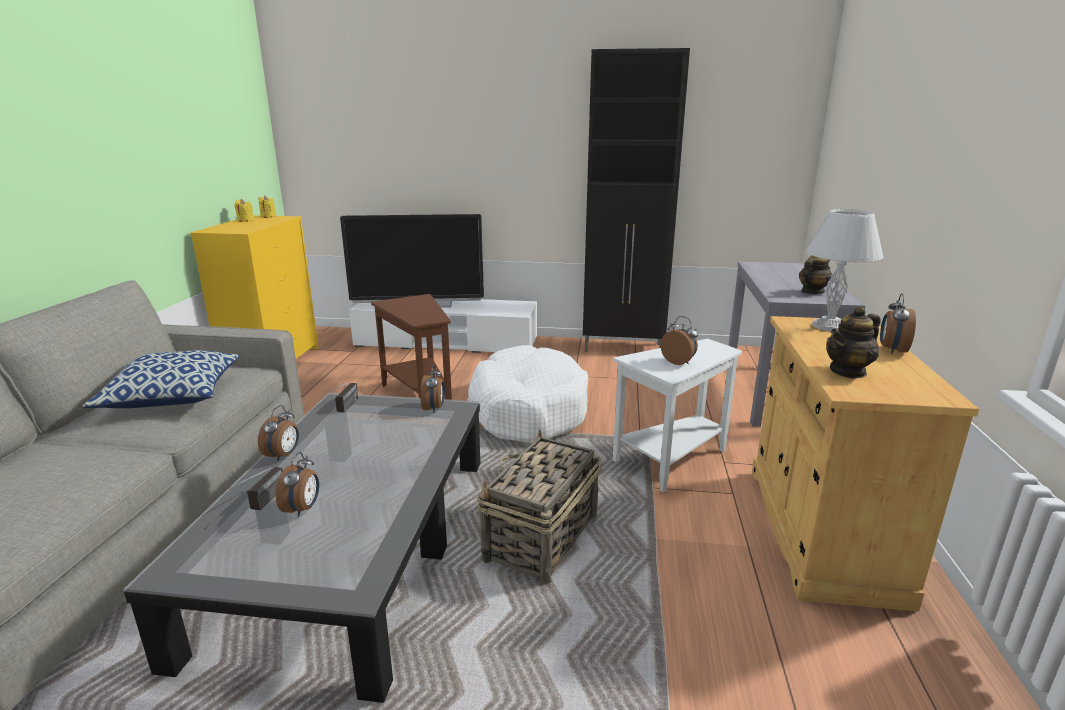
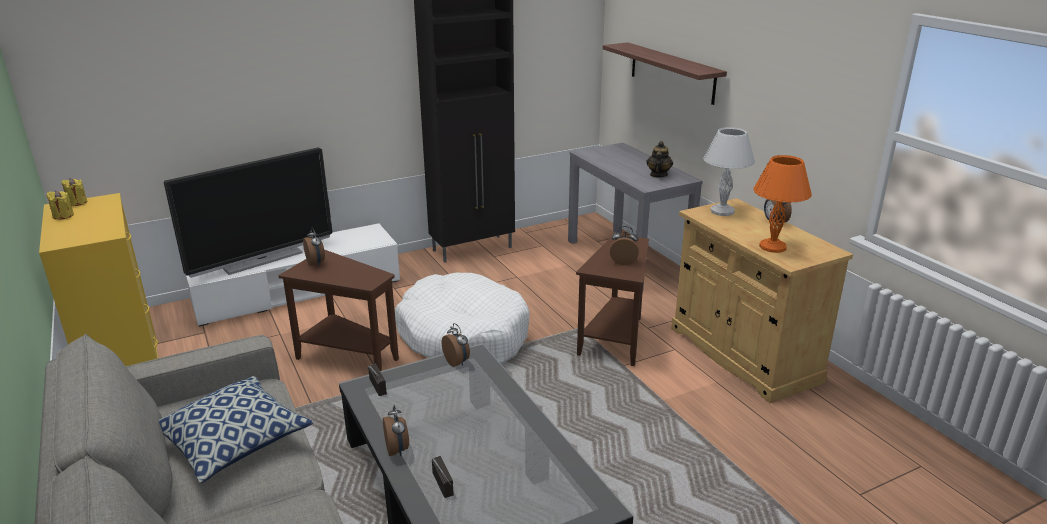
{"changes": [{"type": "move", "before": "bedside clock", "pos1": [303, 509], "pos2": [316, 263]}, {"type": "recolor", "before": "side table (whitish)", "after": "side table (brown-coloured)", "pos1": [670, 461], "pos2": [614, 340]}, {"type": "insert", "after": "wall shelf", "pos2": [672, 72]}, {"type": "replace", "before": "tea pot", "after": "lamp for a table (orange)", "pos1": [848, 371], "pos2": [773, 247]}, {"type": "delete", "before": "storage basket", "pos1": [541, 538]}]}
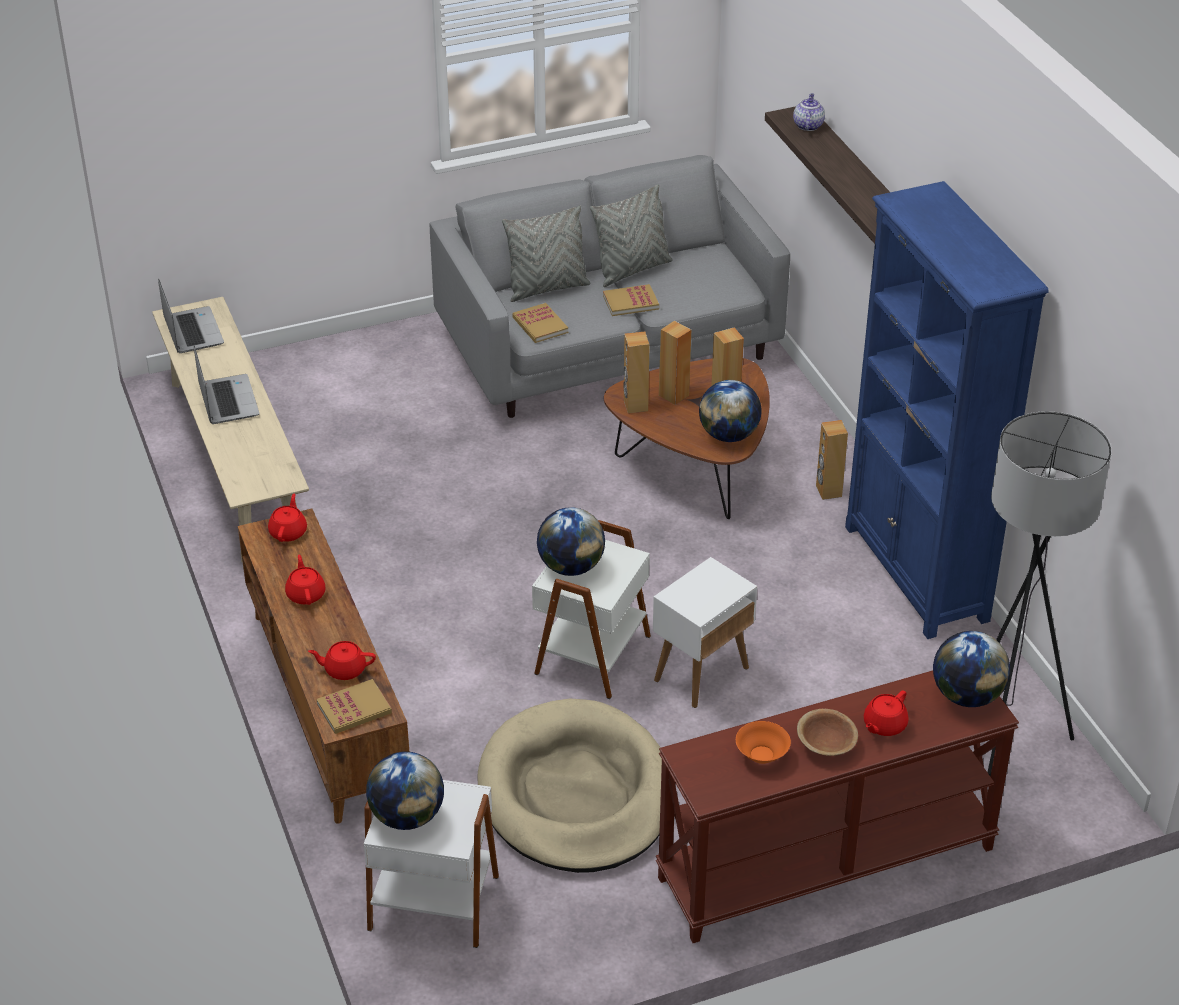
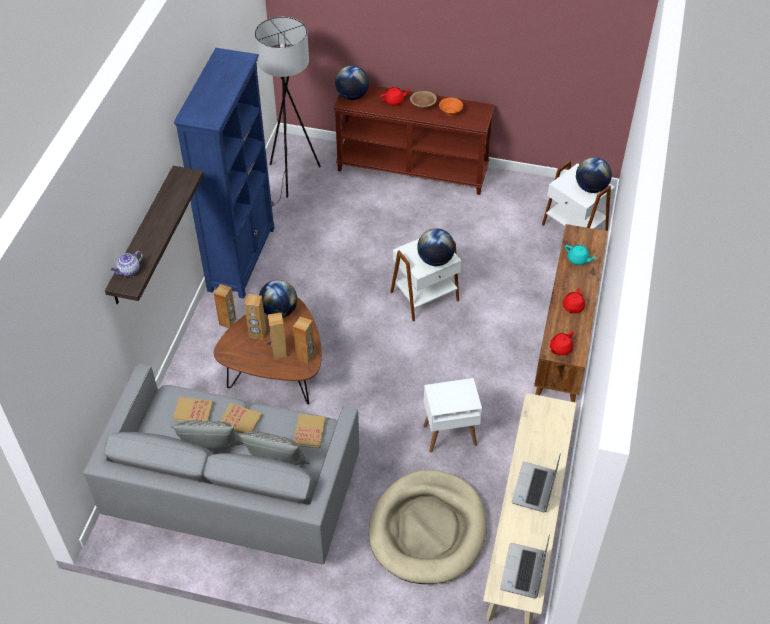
{"changes": [{"type": "move", "before": "bound book", "pos1": [354, 709], "pos2": [193, 412]}, {"type": "move", "before": "dog cushion (beige-coloured)", "pos1": [576, 794], "pos2": [428, 529]}, {"type": "move", "before": "side table (whitish)", "pos1": [702, 673], "pos2": [449, 435]}, {"type": "recolor", "before": "tea pot (red)", "after": "tea pot (turquoise-coloured)", "pos1": [344, 669], "pos2": [578, 259]}]}
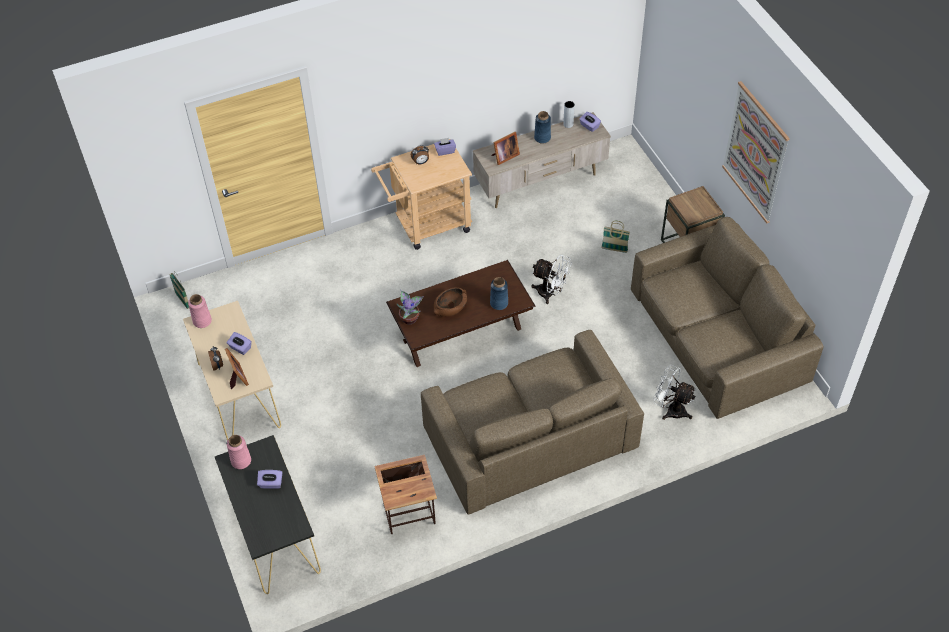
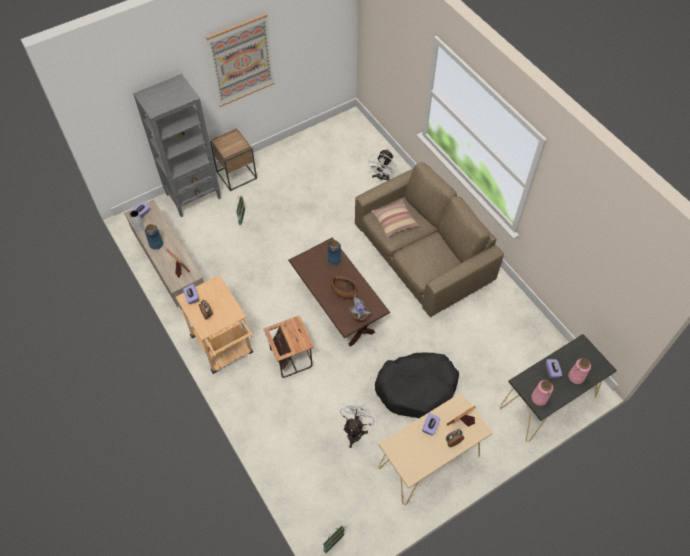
{"changes": [{"type": "insert", "after": "bookshelf (greyish)", "pos2": [194, 196]}, {"type": "move", "before": "side table", "pos1": [409, 512], "pos2": [291, 358]}, {"type": "move", "before": "fan (whitish)", "pos1": [550, 293], "pos2": [355, 430]}, {"type": "insert", "after": "cushion", "pos2": [394, 221]}, {"type": "insert", "after": "dog cushion (black-coloured)", "pos2": [416, 388]}, {"type": "move", "before": "flower vase (pink-coloured)", "pos1": [202, 321], "pos2": [576, 377]}, {"type": "delete", "before": "settee (brown-coloured)", "pos1": [717, 337]}]}
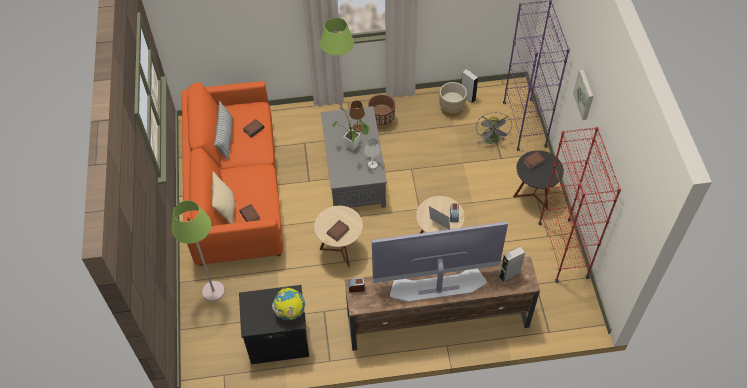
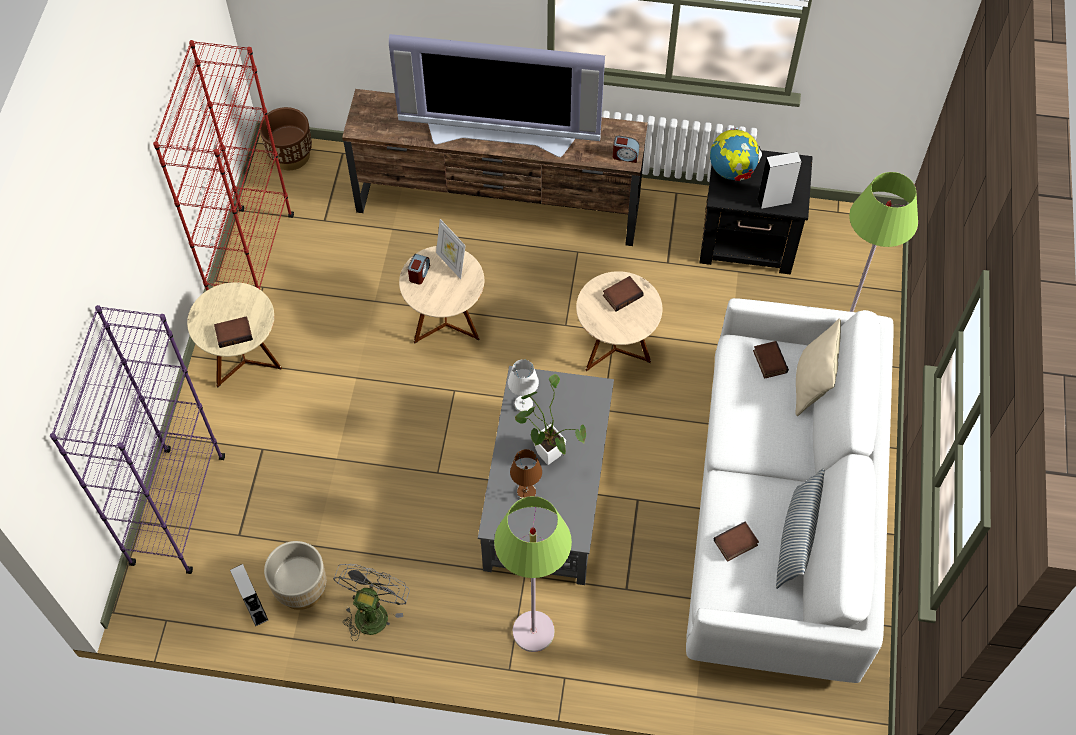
{"changes": [{"type": "recolor", "before": "side table (black-coloured)", "after": "side table (beige-coloured)", "pos1": [533, 195], "pos2": [245, 362]}, {"type": "move", "before": "plant pot (brown-coloured)", "pos1": [381, 121], "pos2": [290, 155]}, {"type": "move", "before": "fan (greyish)", "pos1": [492, 141], "pos2": [372, 611]}, {"type": "recolor", "before": "settee (orange)", "after": "settee (whitish)", "pos1": [236, 191], "pos2": [781, 516]}, {"type": "move", "before": "loudspeaker (greyish)", "pos1": [509, 275], "pos2": [774, 201]}, {"type": "delete", "before": "wall art", "pos1": [585, 94]}]}
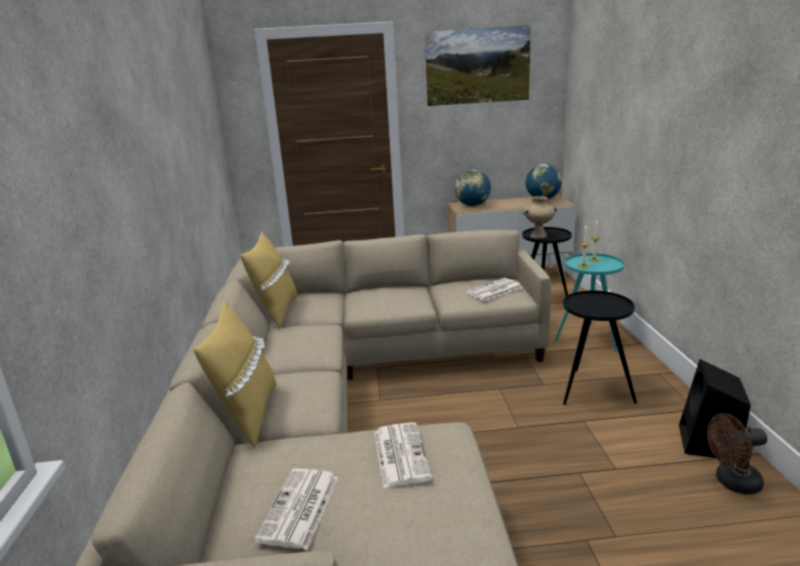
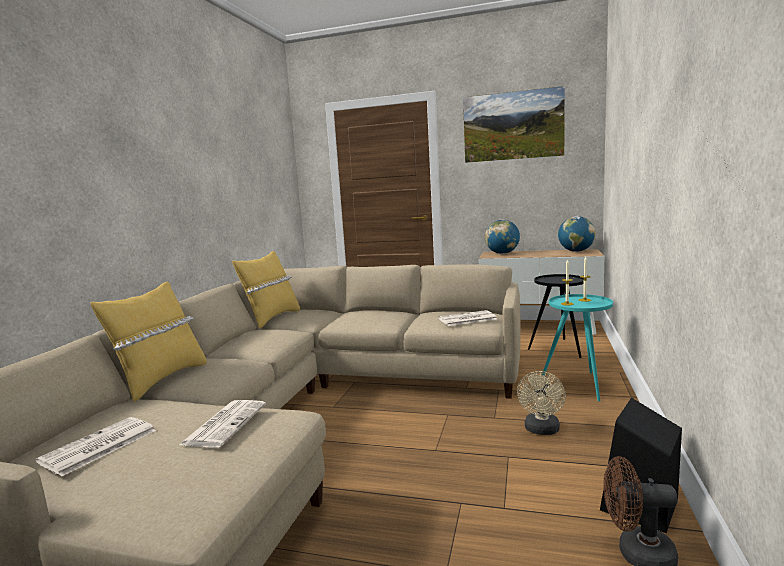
{"changes": [{"type": "replace", "before": "side table (black-coloured)", "after": "fan (beige-coloured)", "pos1": [592, 390], "pos2": [541, 430]}, {"type": "delete", "before": "flower vase (beige-coloured)", "pos1": [538, 236]}]}
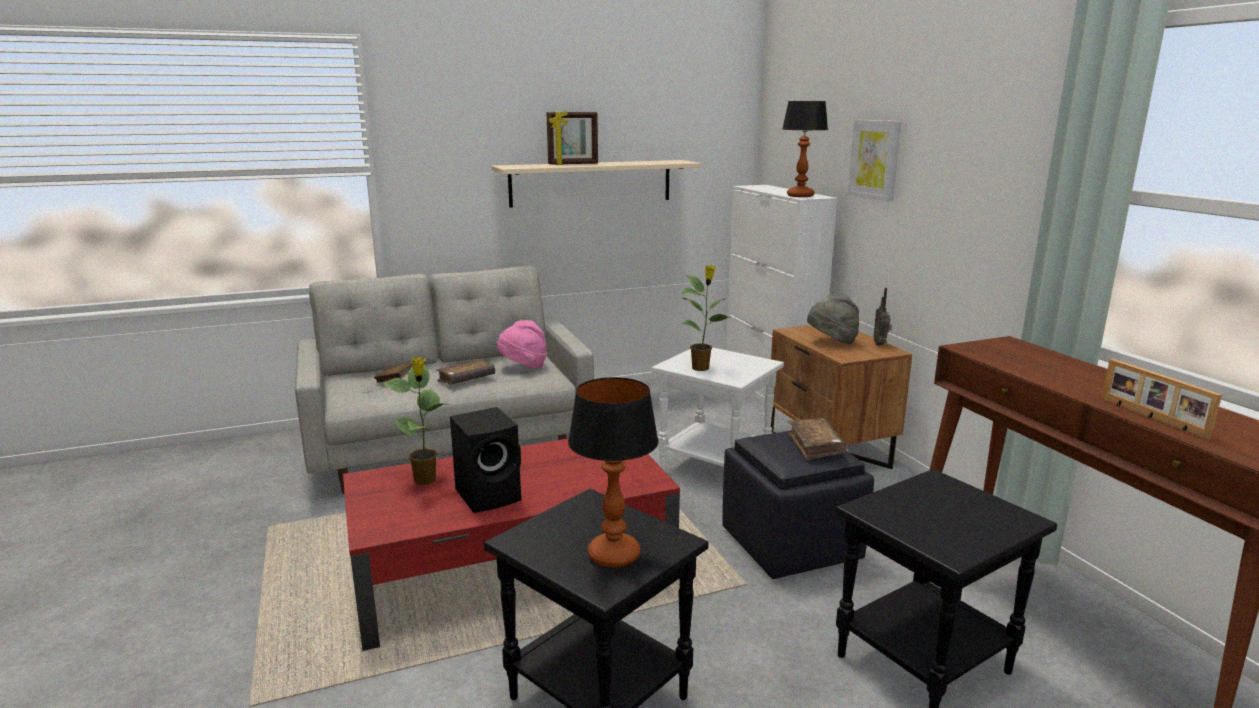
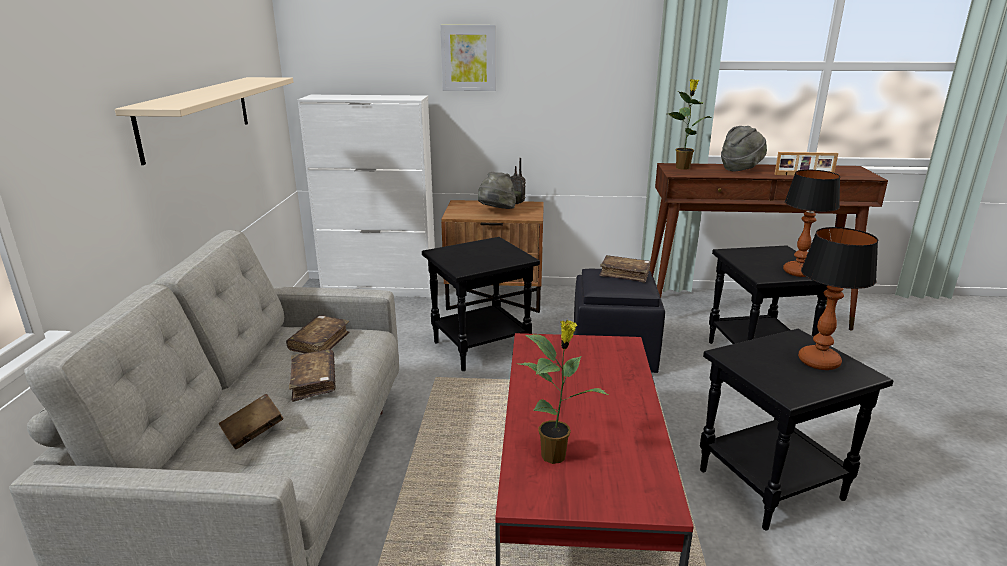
{"changes": [{"type": "replace", "before": "clothing hat (pink-coloured)", "after": "bound book (brown-coloured)", "pos1": [523, 367], "pos2": [320, 343]}, {"type": "recolor", "before": "side table (whitish)", "after": "side table (black-coloured)", "pos1": [716, 468], "pos2": [481, 346]}, {"type": "move", "before": "houseplant", "pos1": [701, 368], "pos2": [683, 167]}, {"type": "insert", "after": "clothing hat (greyish)", "pos2": [741, 169]}, {"type": "move", "before": "lamp for a table", "pos1": [800, 196], "pos2": [797, 272]}, {"type": "delete", "before": "loudspeaker (black-coloured)", "pos1": [490, 495]}, {"type": "delete", "before": "photo frame", "pos1": [573, 164]}]}
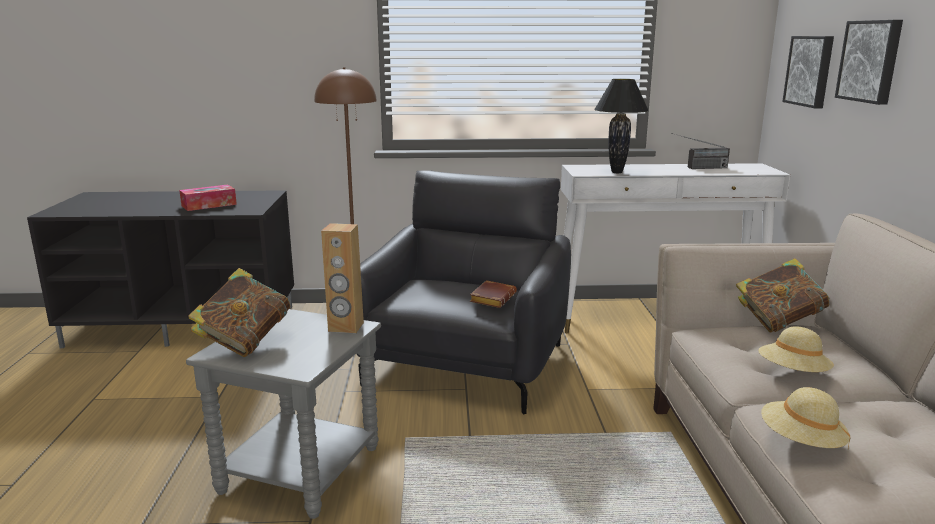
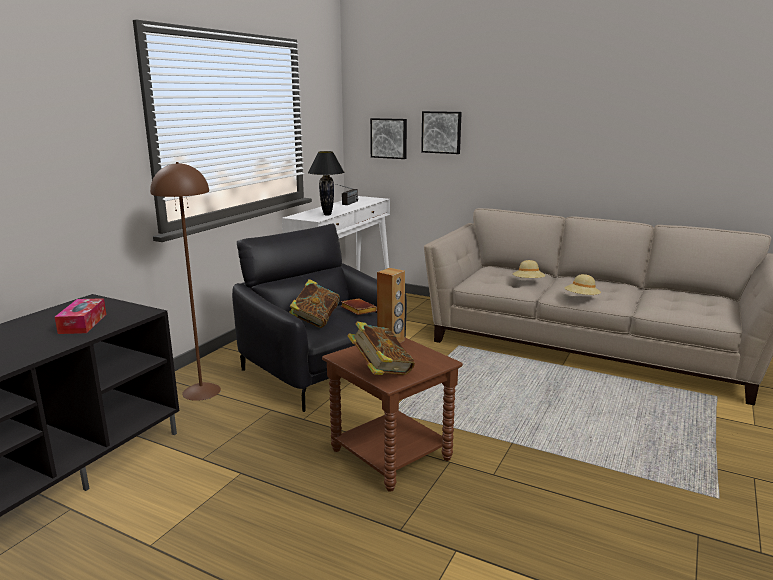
{"changes": [{"type": "move", "before": "bound book", "pos1": [778, 322], "pos2": [315, 321]}, {"type": "recolor", "before": "side table (greyish)", "after": "side table (brown-coloured)", "pos1": [301, 471], "pos2": [392, 455]}]}
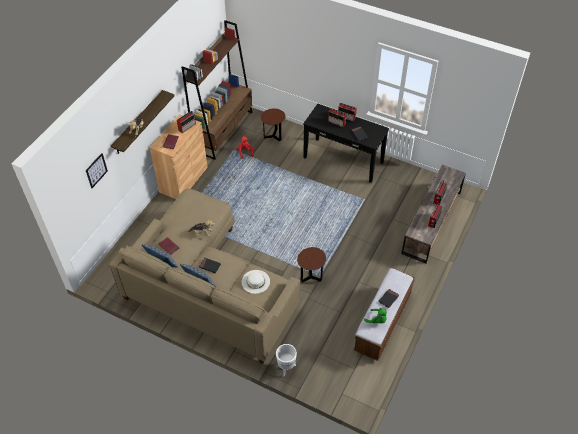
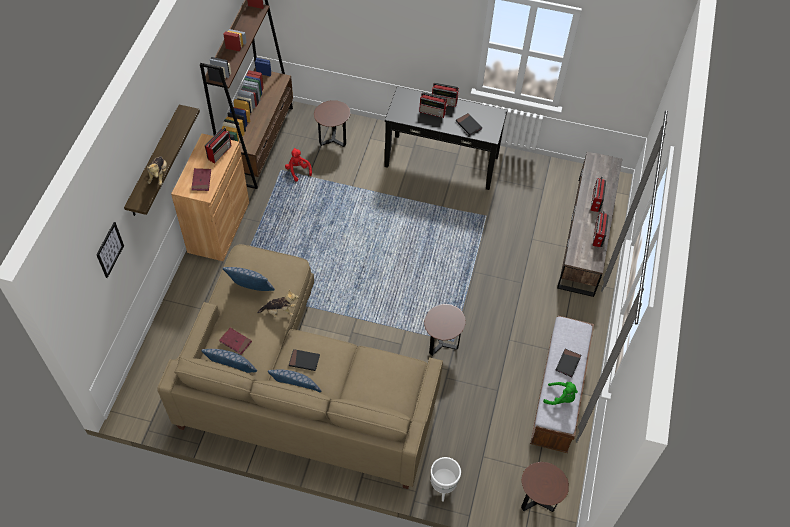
{"changes": [{"type": "insert", "after": "cushion", "pos2": [252, 290]}, {"type": "insert", "after": "side table (brown-coloured)", "pos2": [537, 501]}, {"type": "delete", "before": "clothing hat (whitish)", "pos1": [255, 281]}]}
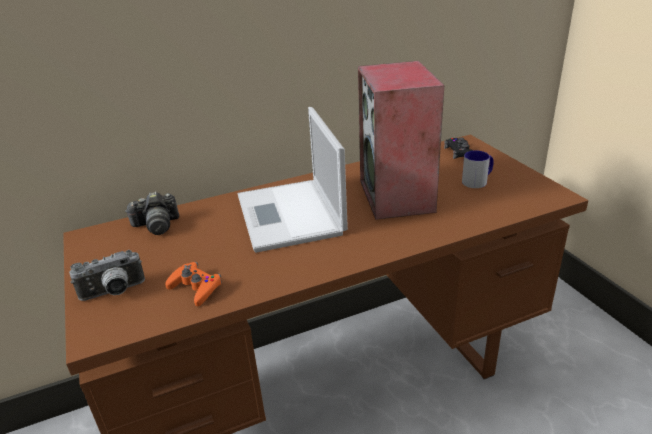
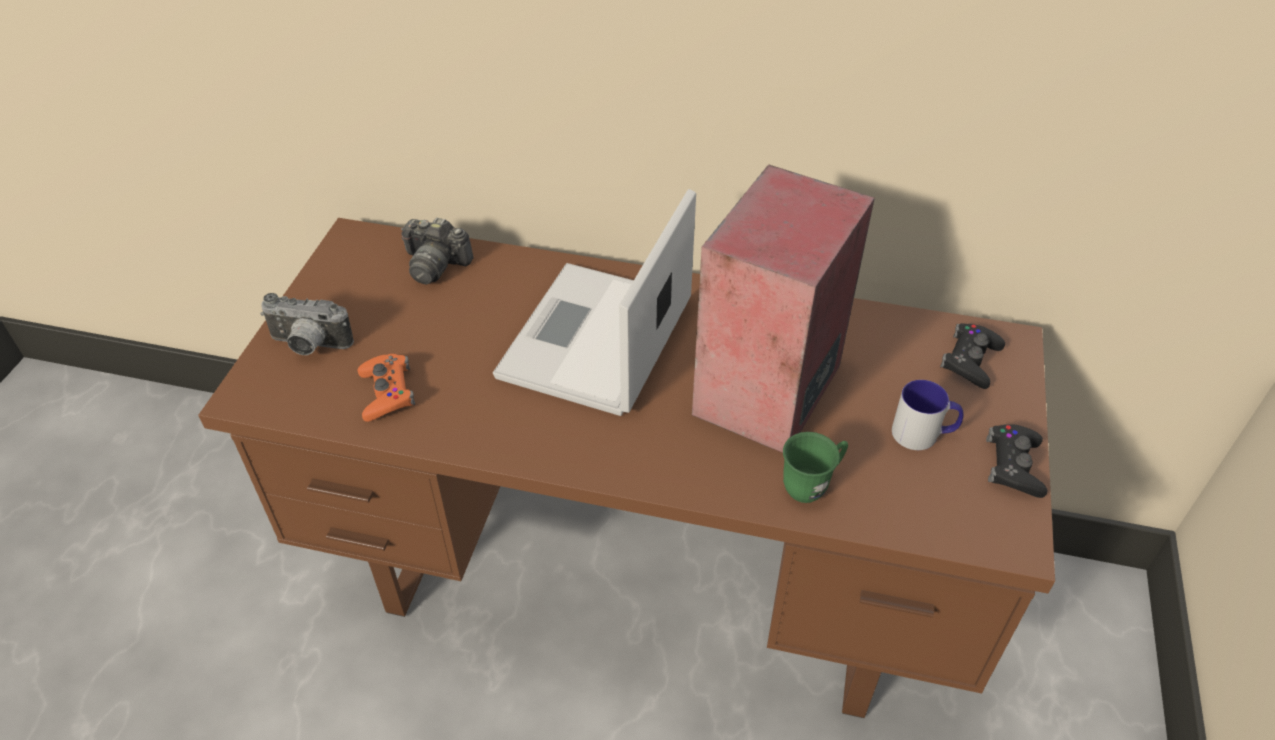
{"changes": [{"type": "insert", "after": "coffee mug (green)", "pos2": [812, 485]}, {"type": "insert", "after": "gamepad (black-coloured)", "pos2": [1014, 465]}]}
